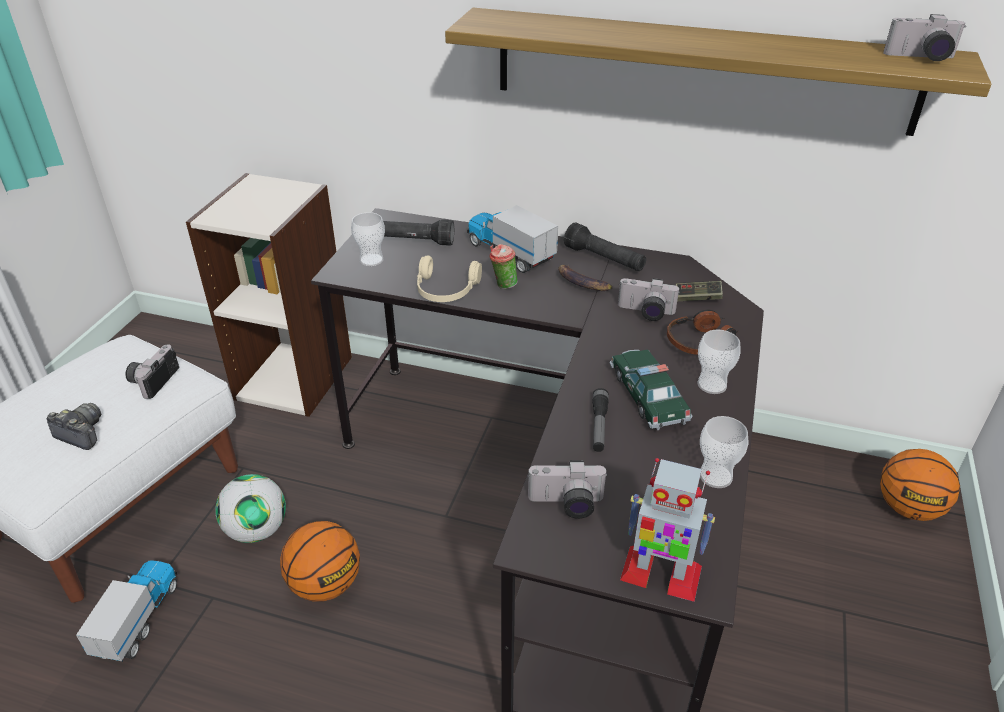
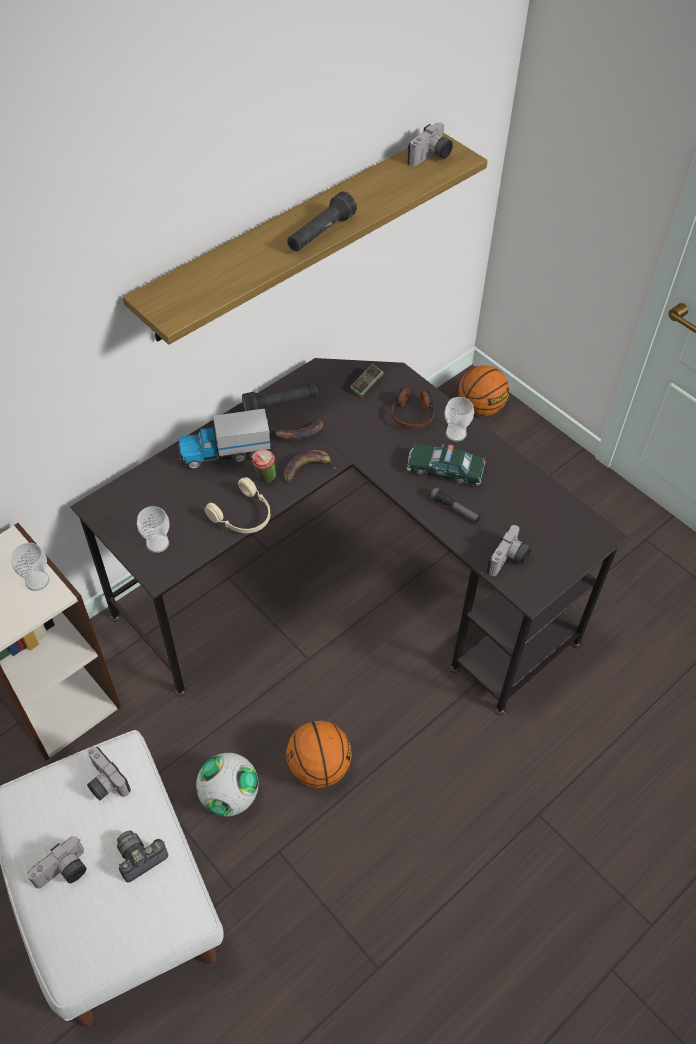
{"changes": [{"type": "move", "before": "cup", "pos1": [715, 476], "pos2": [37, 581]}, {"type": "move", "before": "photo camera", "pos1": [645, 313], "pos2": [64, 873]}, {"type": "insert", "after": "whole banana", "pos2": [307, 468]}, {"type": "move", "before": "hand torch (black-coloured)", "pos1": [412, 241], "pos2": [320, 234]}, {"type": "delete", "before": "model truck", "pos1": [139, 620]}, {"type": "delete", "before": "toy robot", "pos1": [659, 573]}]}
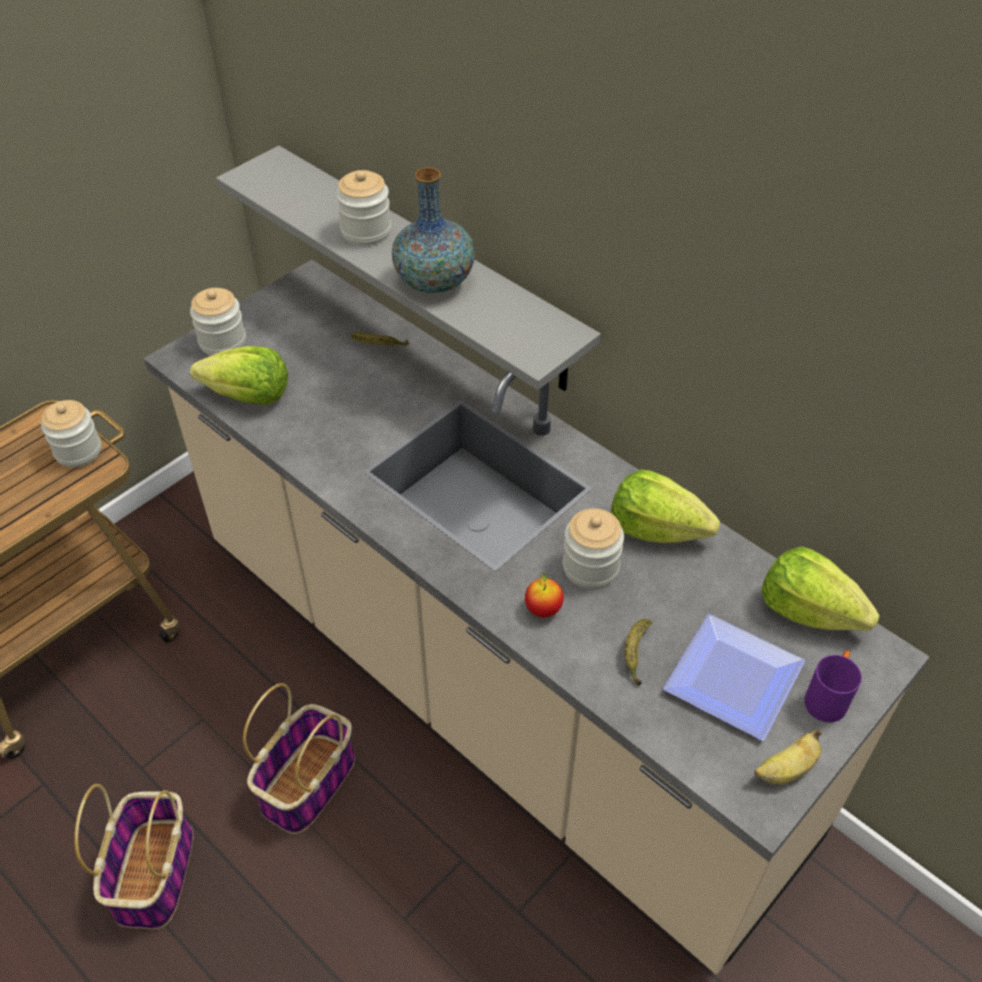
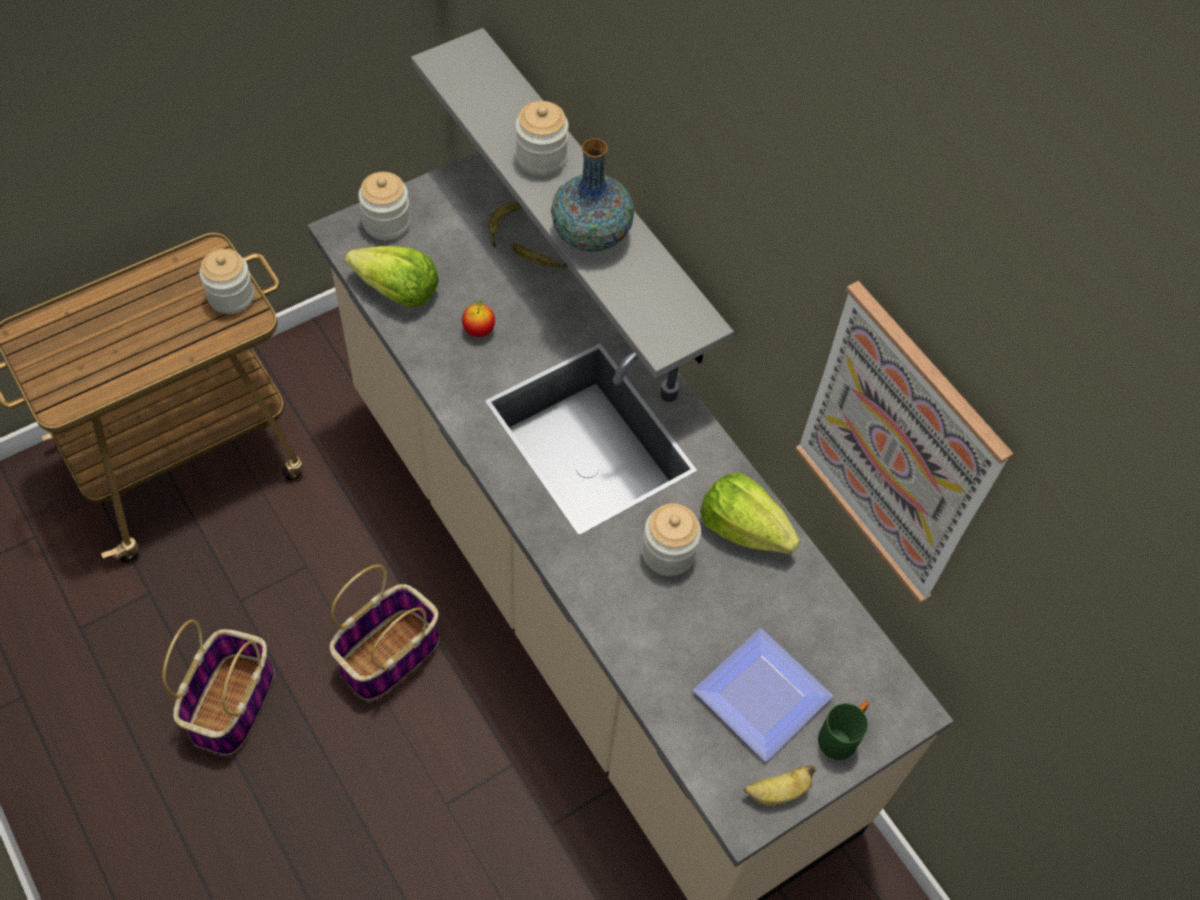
{"changes": [{"type": "move", "before": "apple fruit", "pos1": [543, 609], "pos2": [479, 330]}, {"type": "move", "before": "whole banana", "pos1": [635, 654], "pos2": [502, 226]}, {"type": "insert", "after": "wall art", "pos2": [896, 448]}, {"type": "recolor", "before": "coffee mug (purple)", "after": "coffee mug (green)", "pos1": [827, 697], "pos2": [842, 735]}, {"type": "delete", "before": "head of lettuce", "pos1": [808, 611]}]}
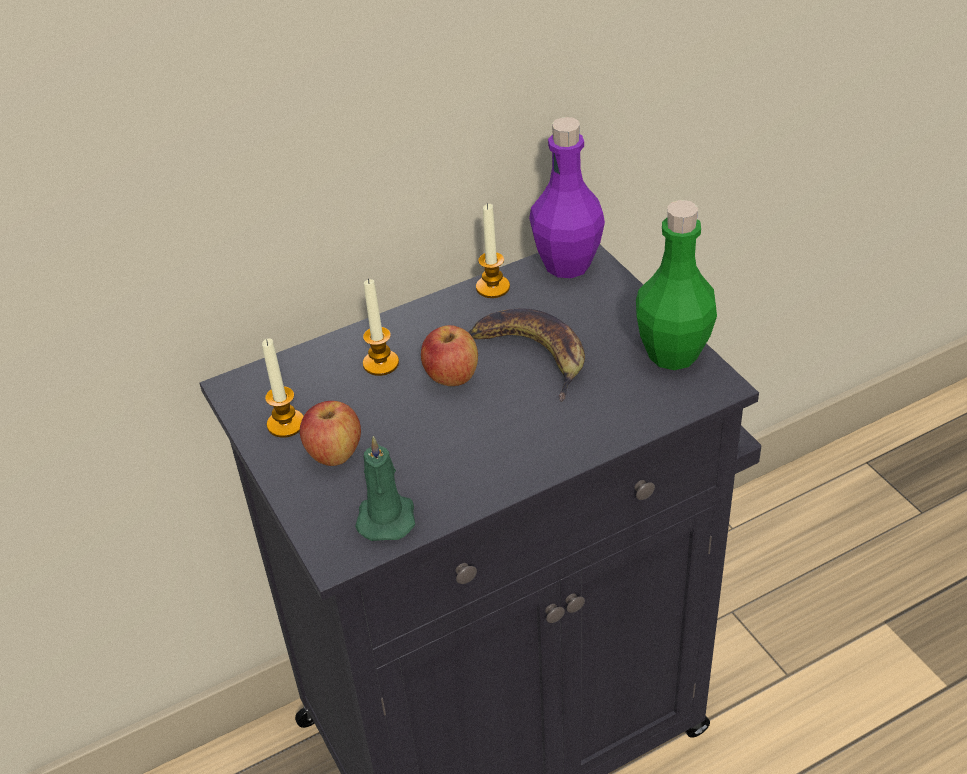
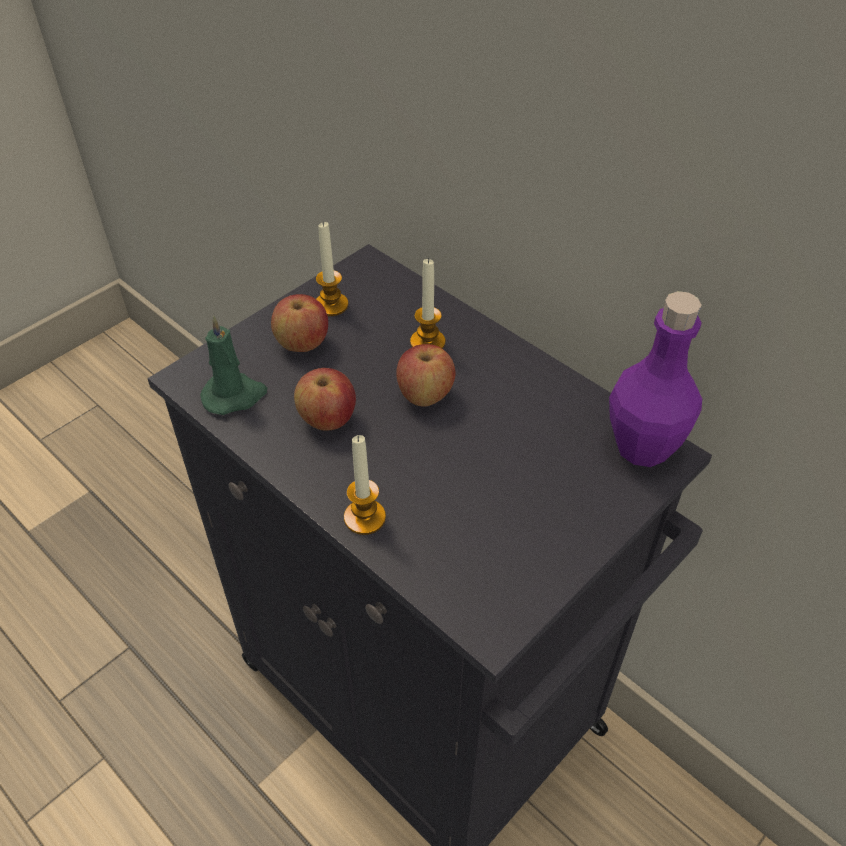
{"changes": [{"type": "insert", "after": "apple fruit", "pos2": [327, 419]}, {"type": "move", "before": "wax candle", "pos1": [493, 287], "pos2": [364, 517]}, {"type": "delete", "before": "whole banana", "pos1": [532, 355]}, {"type": "delete", "before": "bottle (green)", "pos1": [673, 353]}]}
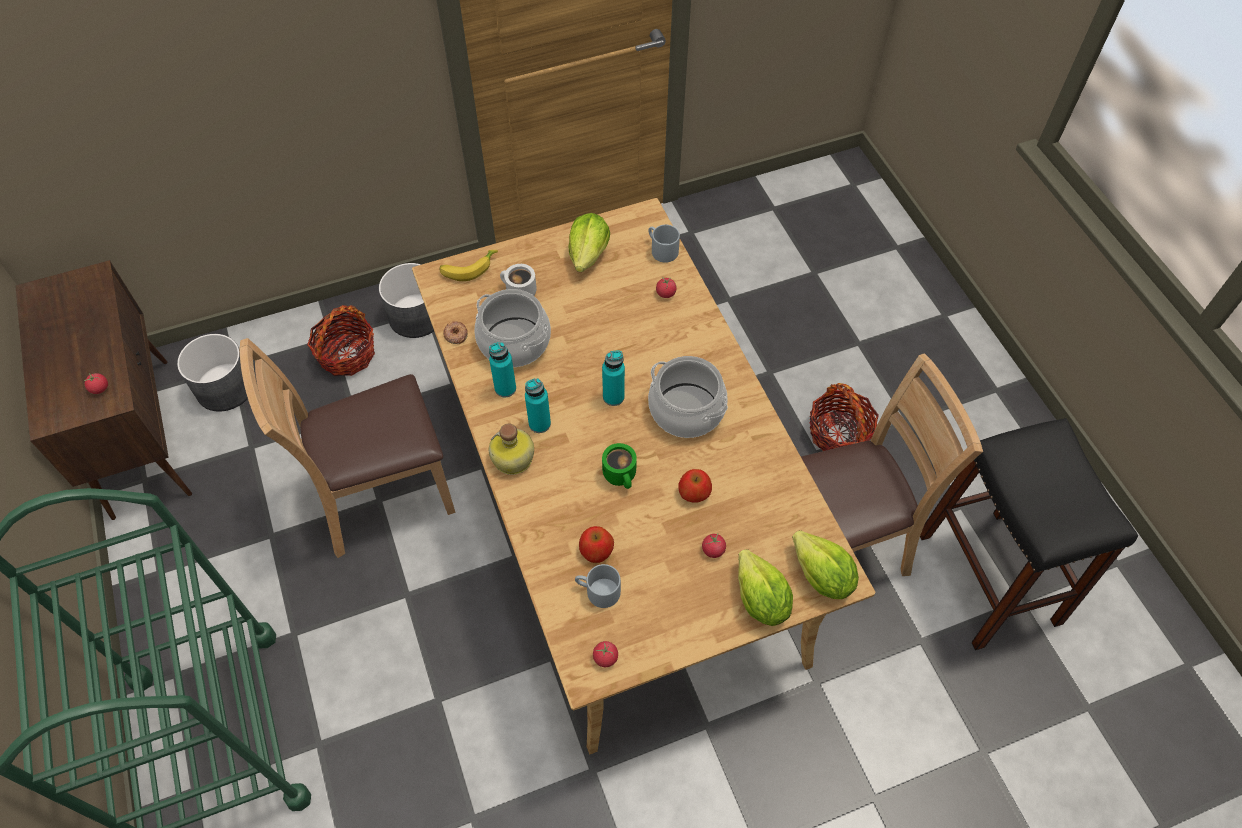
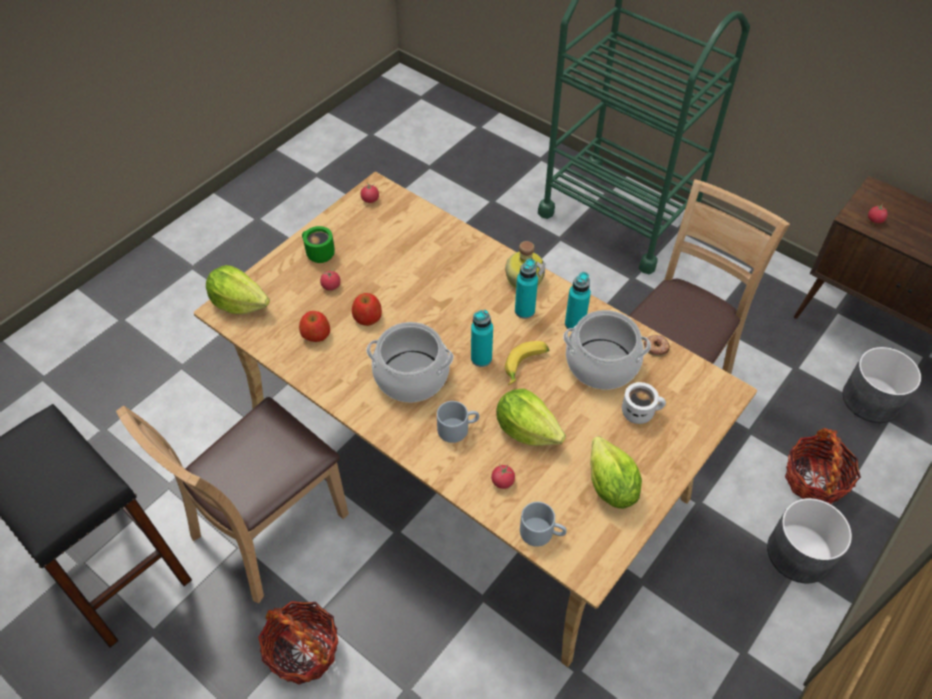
{"changes": [{"type": "move", "before": "apple fruit", "pos1": [596, 550], "pos2": [316, 334]}, {"type": "move", "before": "coffee mug (green)", "pos1": [622, 475], "pos2": [318, 254]}, {"type": "move", "before": "coffee mug (greyish)", "pos1": [597, 591], "pos2": [458, 428]}, {"type": "move", "before": "head of lettuce", "pos1": [760, 600], "pos2": [526, 430]}, {"type": "move", "before": "whole banana", "pos1": [468, 268], "pos2": [526, 366]}]}
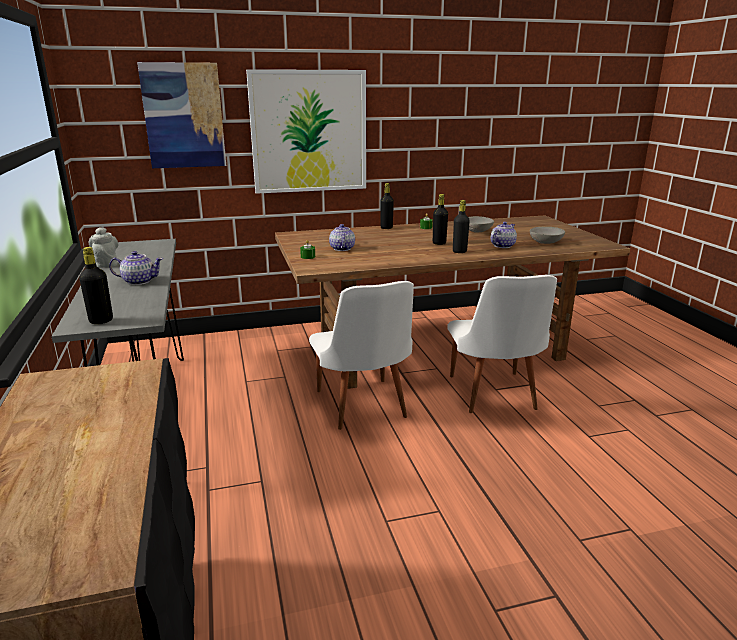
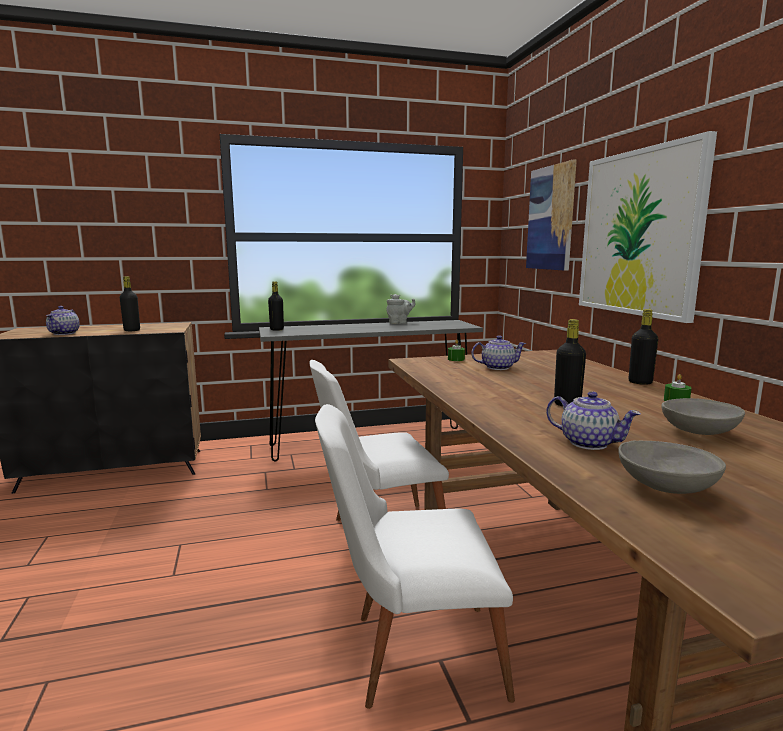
{"changes": [{"type": "move", "before": "tea pot", "pos1": [139, 281], "pos2": [65, 333]}, {"type": "move", "before": "bottle (black-coloured)", "pos1": [459, 251], "pos2": [132, 330]}]}
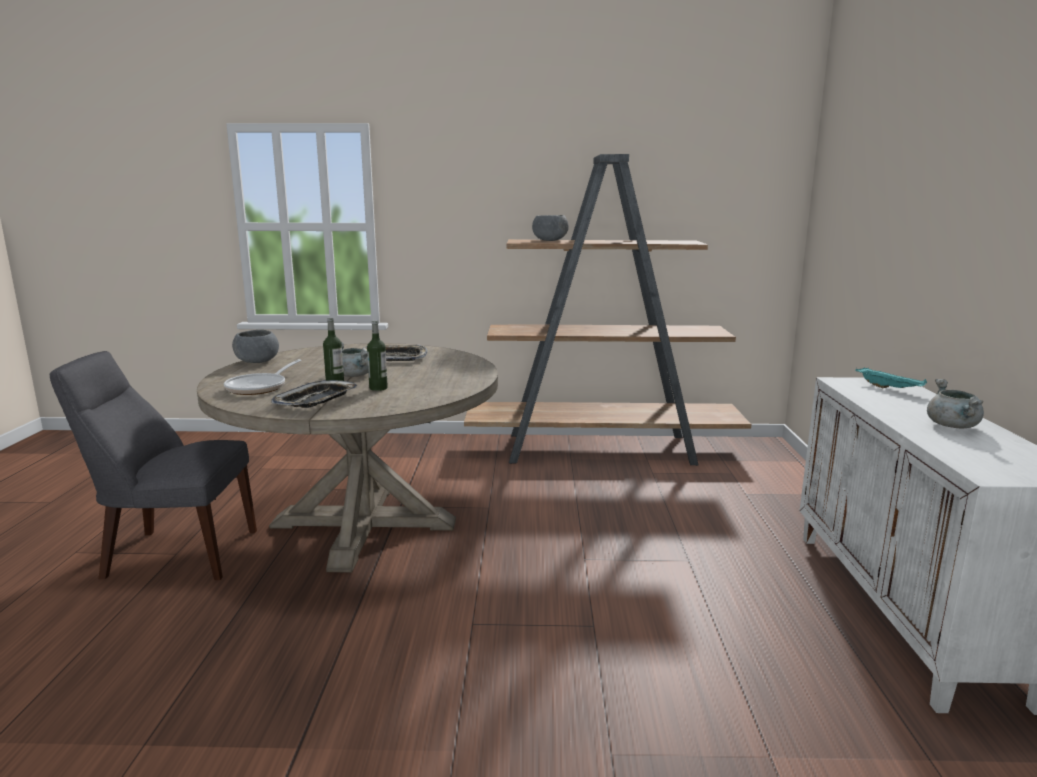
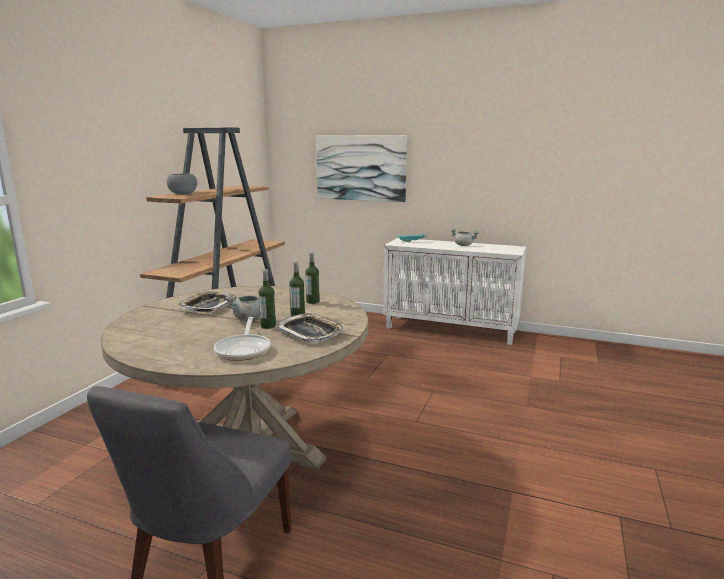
{"changes": [{"type": "rotate", "before": "frying pan", "pos1": [260, 387], "pos2": [244, 349], "turn": 45}, {"type": "insert", "after": "bottle", "pos2": [313, 301]}, {"type": "insert", "after": "wall art", "pos2": [361, 168]}, {"type": "delete", "before": "deep dish (greyish)", "pos1": [257, 362]}]}
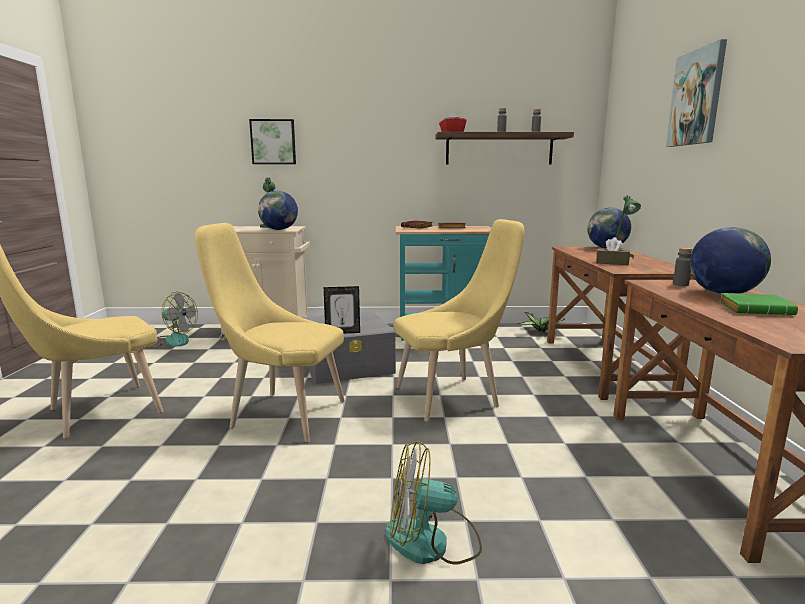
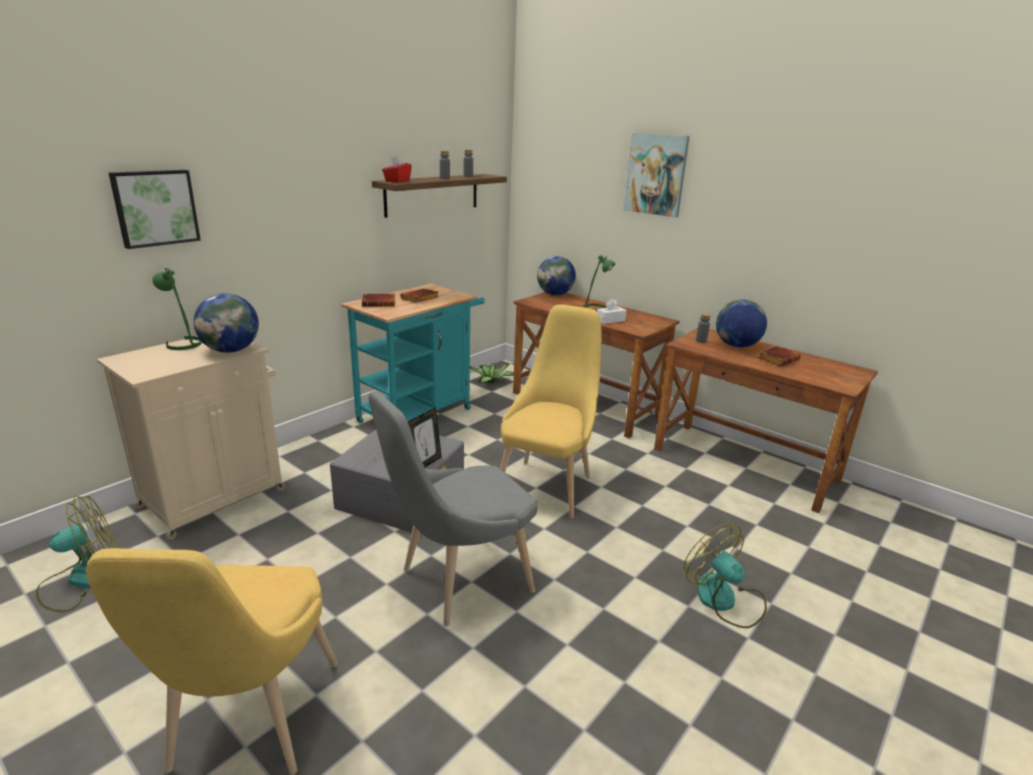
{"changes": [{"type": "recolor", "before": "plain chair (yellow-coloured)", "after": "plain chair (greyish)", "pos1": [281, 414], "pos2": [458, 582]}, {"type": "recolor", "before": "tissue box (brown-coloured)", "after": "tissue box (whitish)", "pos1": [612, 263], "pos2": [610, 320]}, {"type": "rotate", "before": "fan", "pos1": [432, 541], "pos2": [724, 600], "turn": 105}, {"type": "recolor", "before": "bound book (green)", "after": "bound book (brown-coloured)", "pos1": [756, 309], "pos2": [777, 359]}]}
